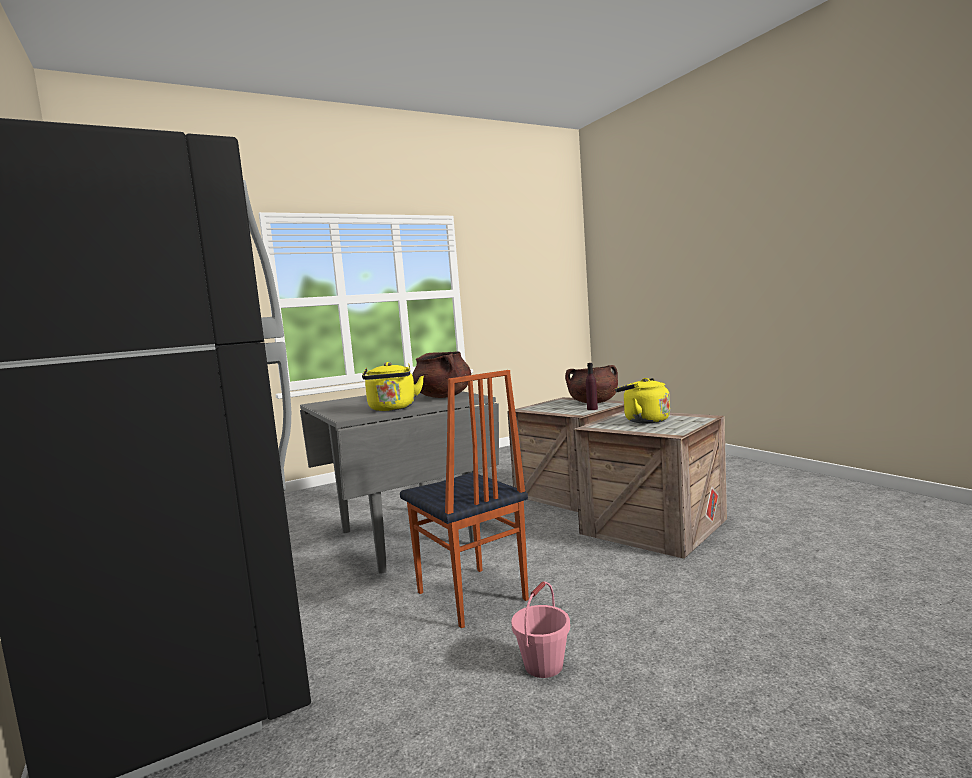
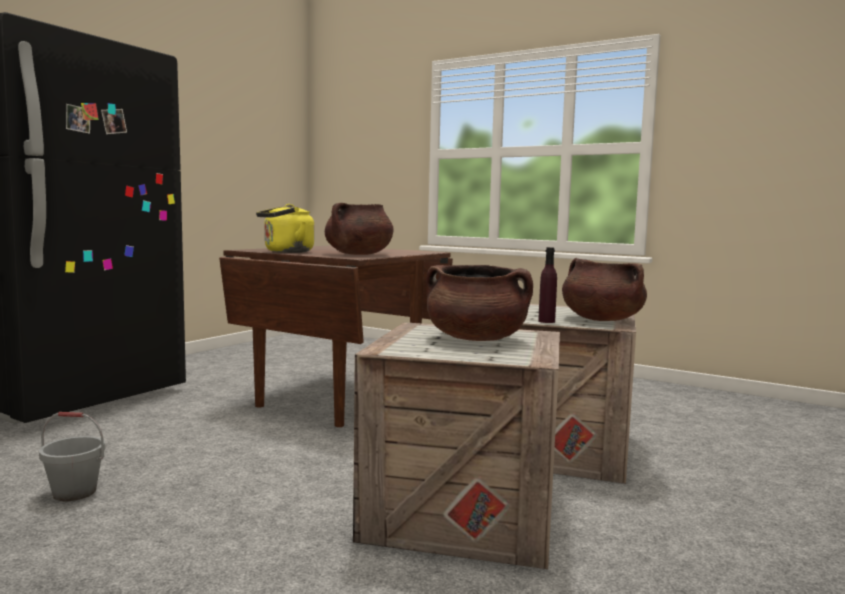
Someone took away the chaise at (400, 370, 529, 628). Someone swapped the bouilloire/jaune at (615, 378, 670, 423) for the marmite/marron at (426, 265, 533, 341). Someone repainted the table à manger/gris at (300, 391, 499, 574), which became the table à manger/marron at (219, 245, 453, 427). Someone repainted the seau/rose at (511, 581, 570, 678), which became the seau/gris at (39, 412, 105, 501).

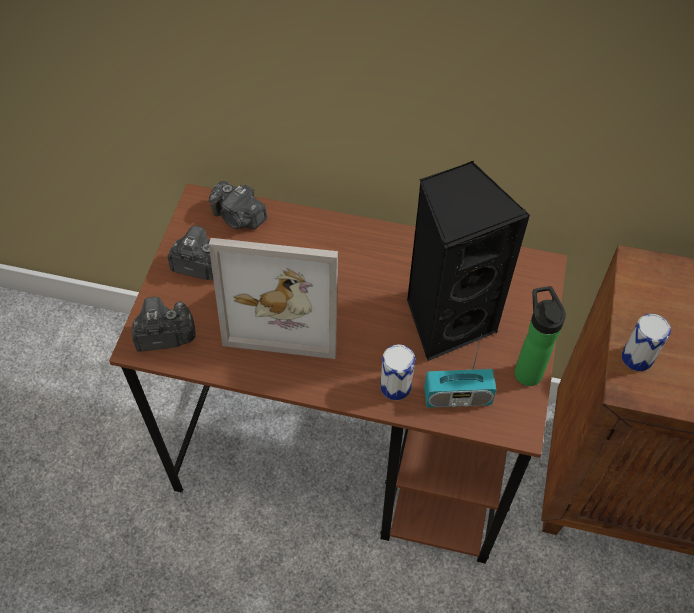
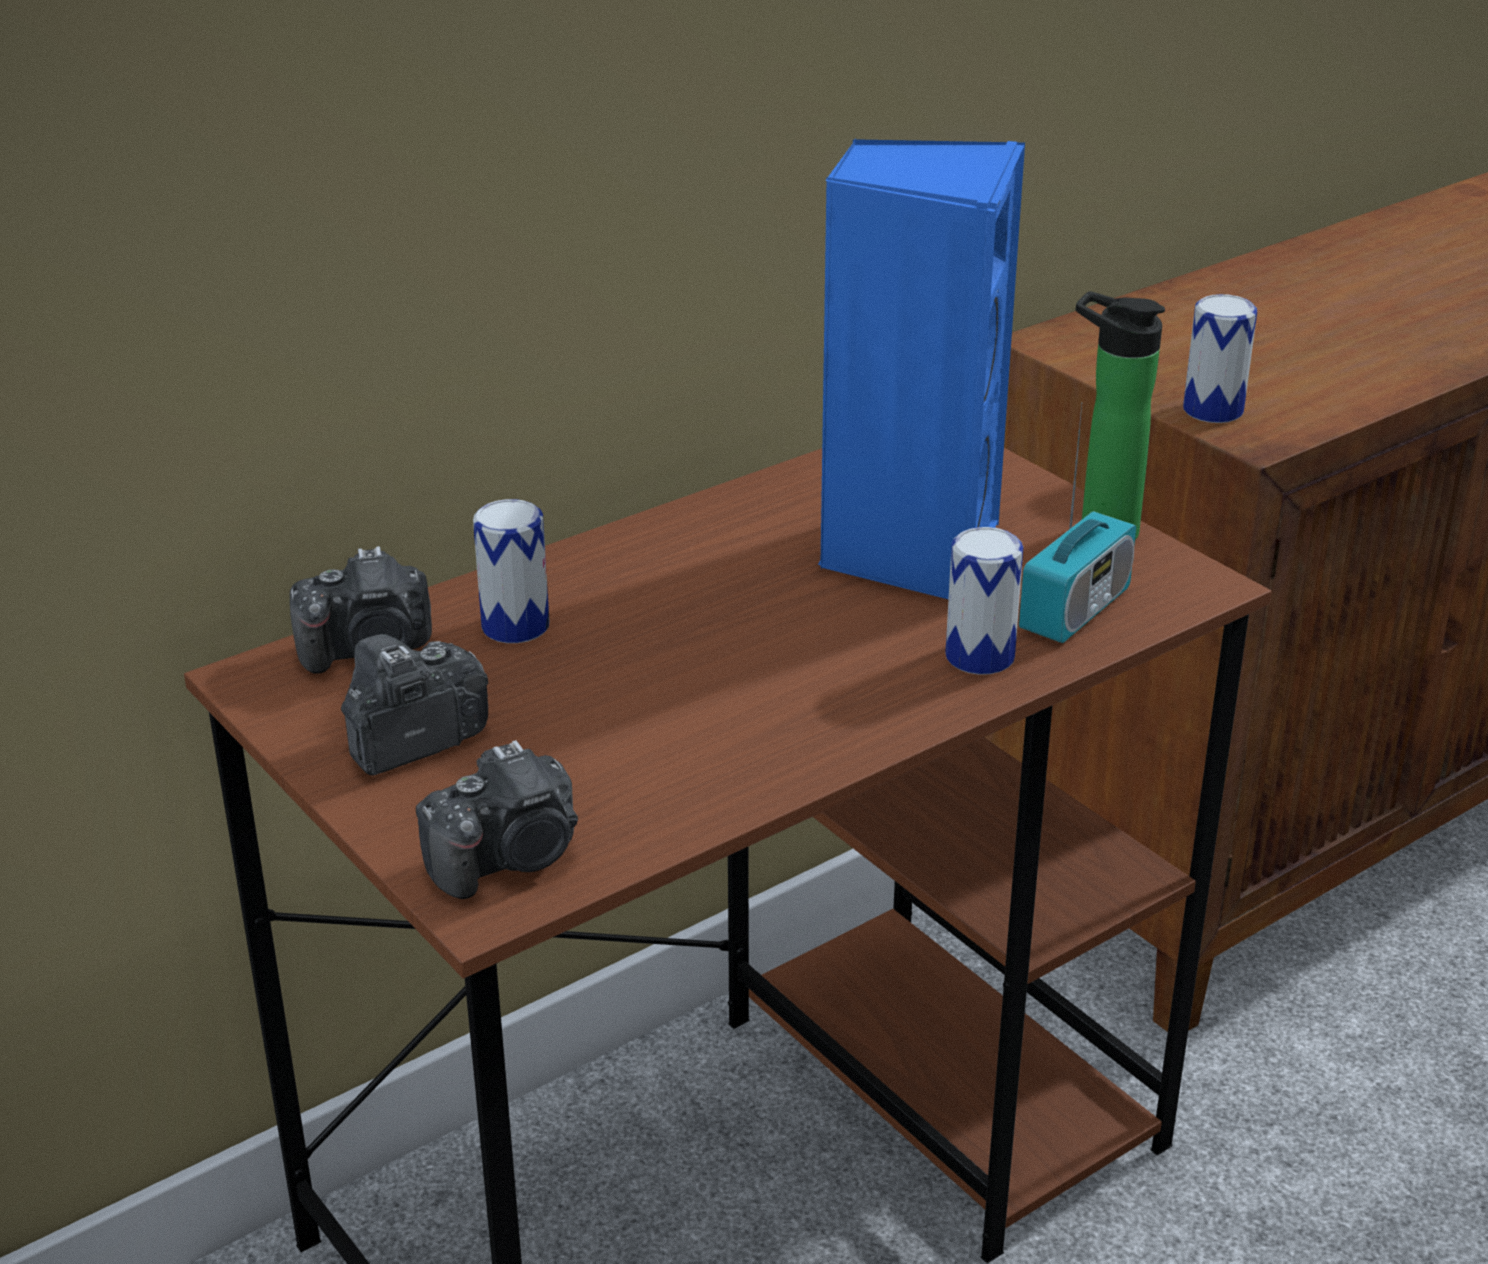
Someone repainted the enceinte/noir at (407, 161, 531, 361), which became the enceinte/bleu at (818, 138, 1025, 599). Someone took away the cadre photo at (209, 238, 338, 359). Someone rotated the appareil photo at (132, 297, 196, 352) by 150 degrees counterclockwise. Someone put down the boîte métallique at (473, 499, 550, 643).

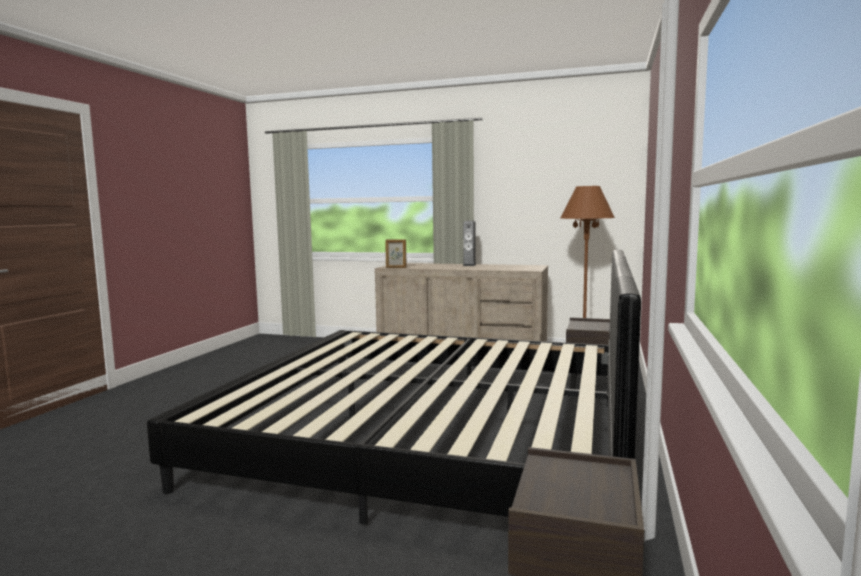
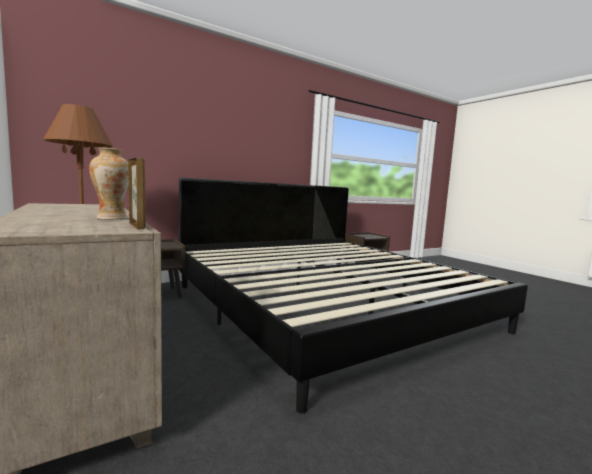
Someone took away the enceinte at (463, 221, 476, 266). Someone put down the vase at (89, 147, 129, 219).

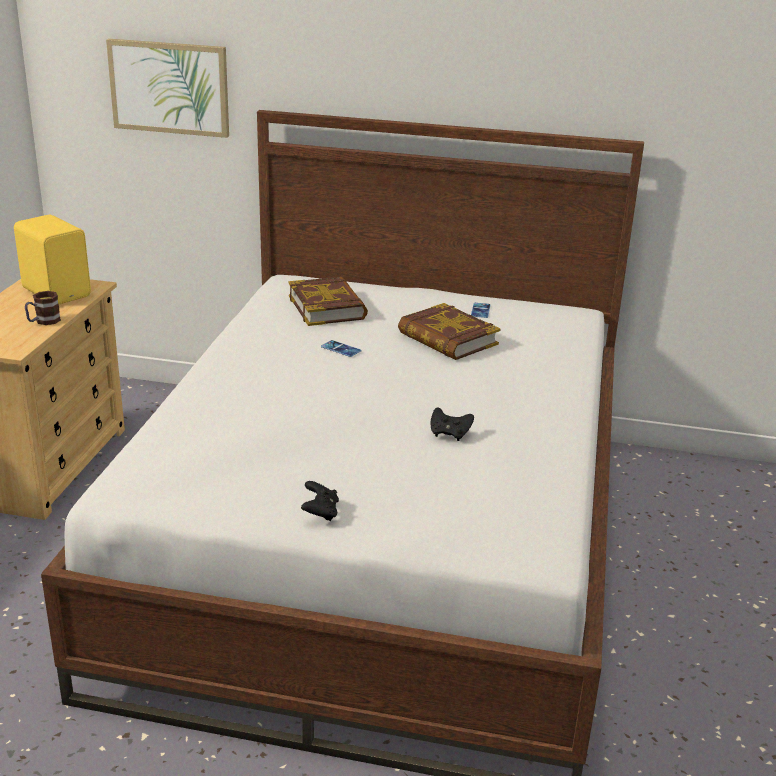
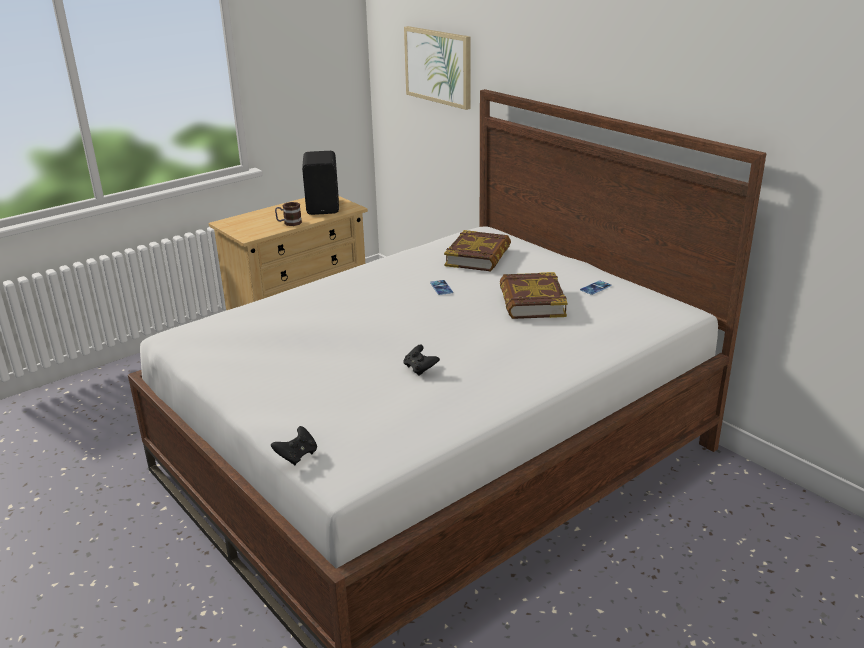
Someone repainted the enceinte/jaune at (14, 215, 91, 305), which became the enceinte/noir at (302, 151, 339, 215). Someone carried the manette/noir from (301, 481, 339, 521) to (271, 426, 317, 465).

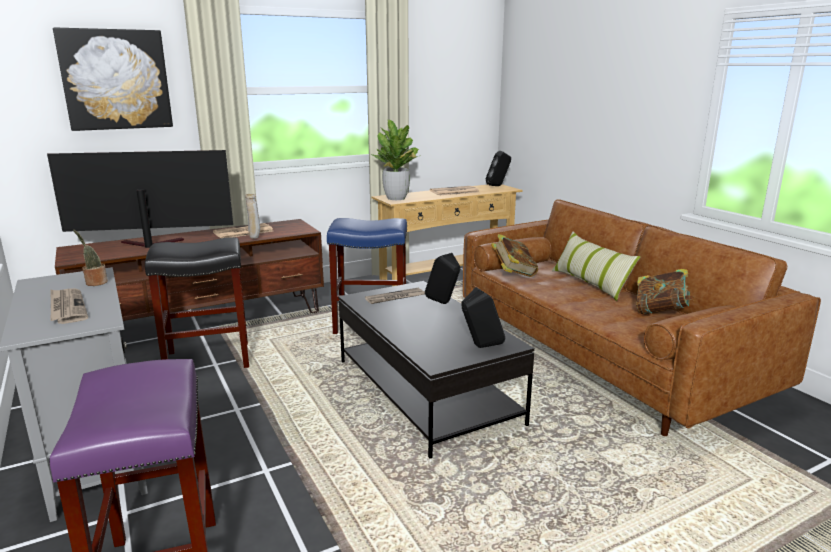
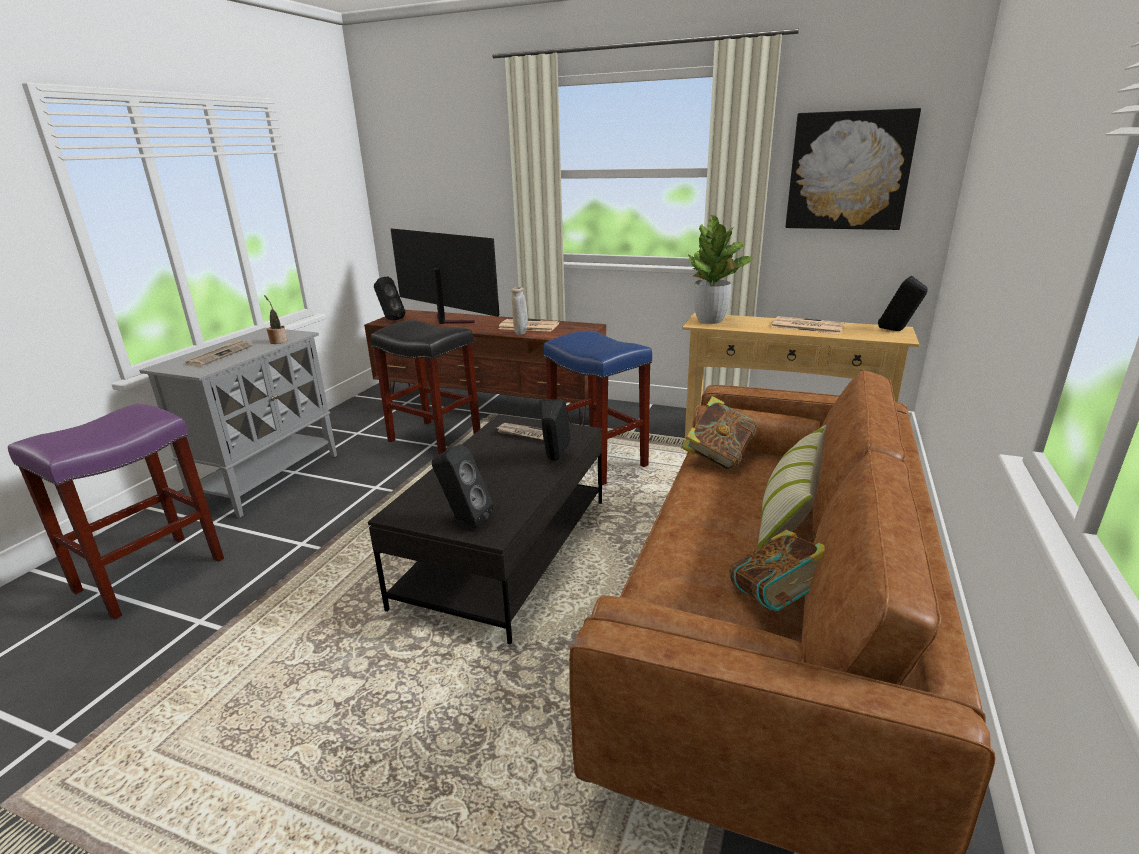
Someone carried the tableau from (53, 28, 173, 131) to (786, 108, 921, 230). Someone put down the enceinte/noir at (374, 277, 405, 320).

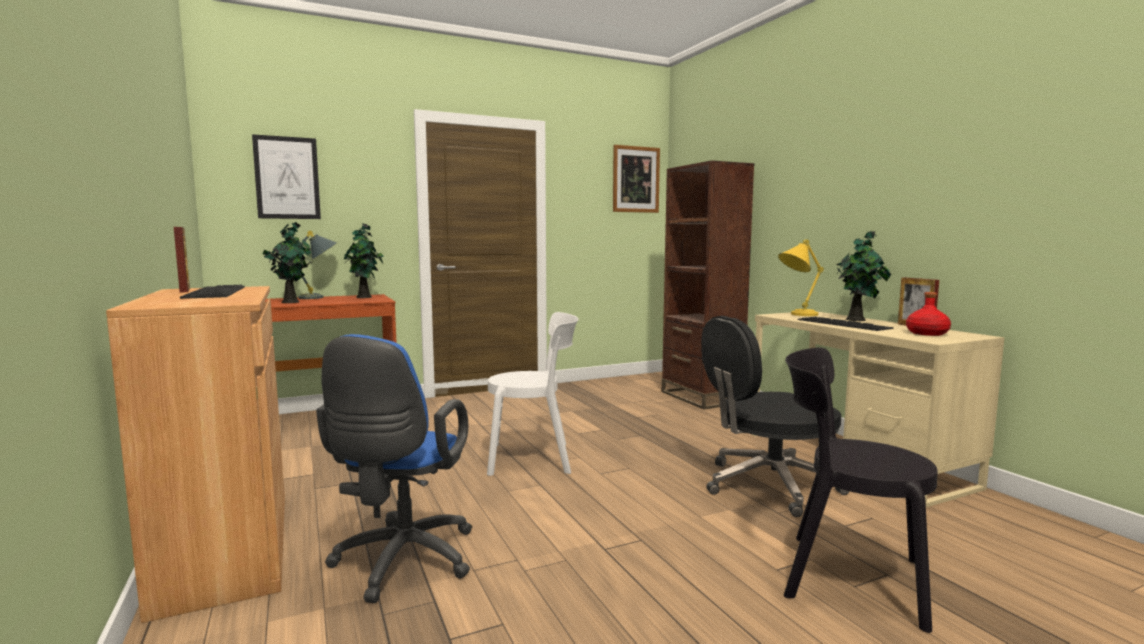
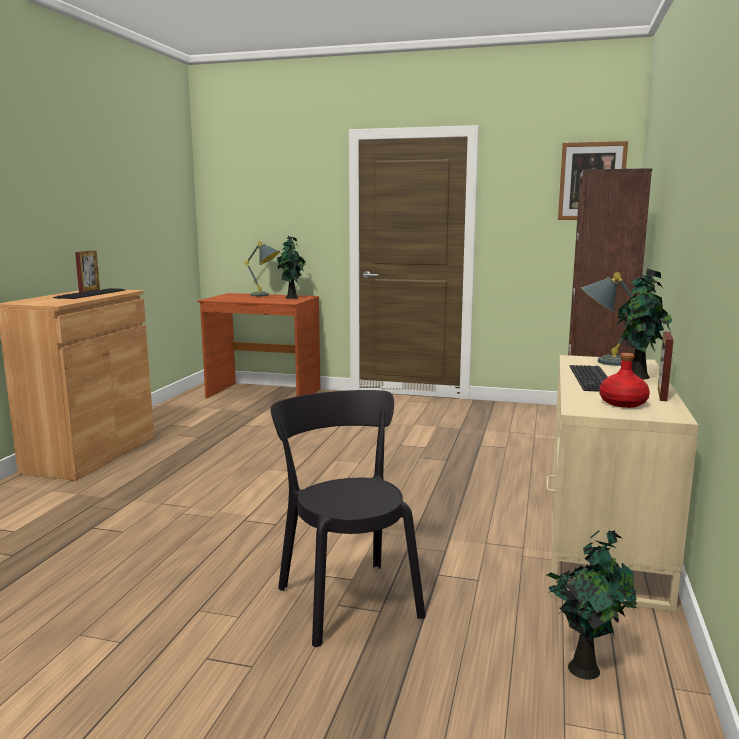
Someone took away the tableau at (252, 134, 321, 219). Someone carried the plante en pot from (262, 222, 313, 303) to (547, 530, 637, 680). Someone repainted the lampe de table/jaune at (778, 240, 824, 316), which became the lampe de table/gris at (581, 272, 633, 366). Someone took away the chaise/blanc at (487, 312, 579, 476). Someone took away the chaise de bureau/noir at (701, 316, 849, 517). Someone took away the chaise de bureau/bleu at (316, 334, 473, 603).

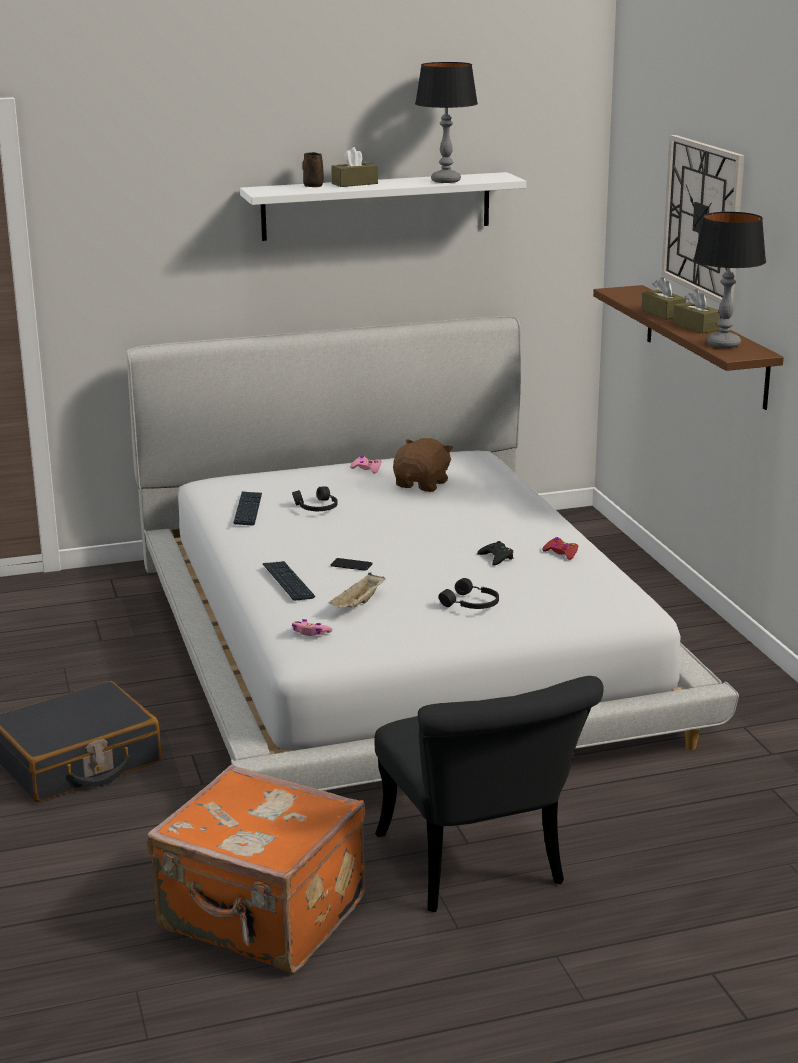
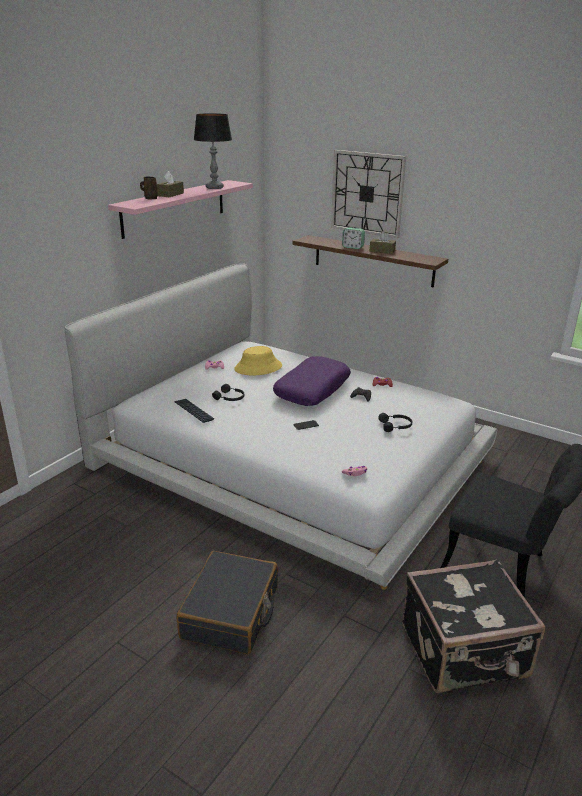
Someone repainted the étagère/blanc at (240, 172, 526, 241), which became the étagère/rose at (108, 180, 253, 239). Someone took away the lampe de table at (694, 212, 766, 348). Someone swapped the boîte à mouchoirs/marron at (641, 277, 686, 320) for the réveil at (342, 227, 365, 249). Someone swapped the peluche/marron at (393, 438, 453, 492) for the chapeau/jaune at (234, 346, 282, 376). Someone took away the clavier at (263, 561, 315, 601). Someone took away the plateau/beige at (329, 572, 386, 608). Someone repainted the valise/orange at (147, 765, 365, 973), which became the valise/noir at (403, 559, 545, 693). Someone put down the coussin/violet at (273, 356, 351, 406).

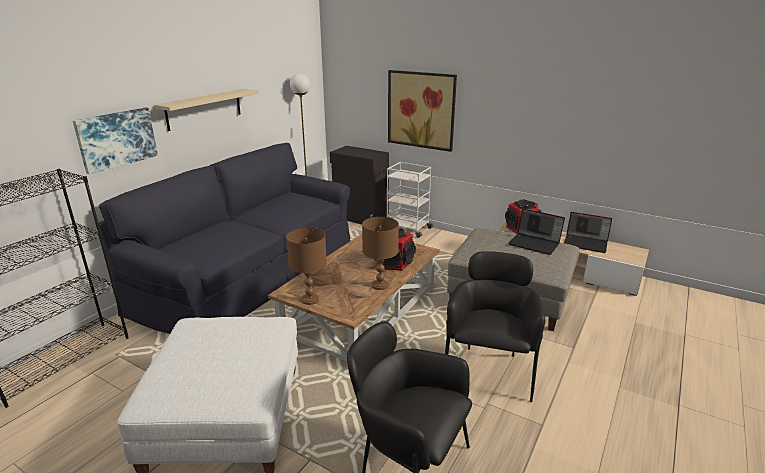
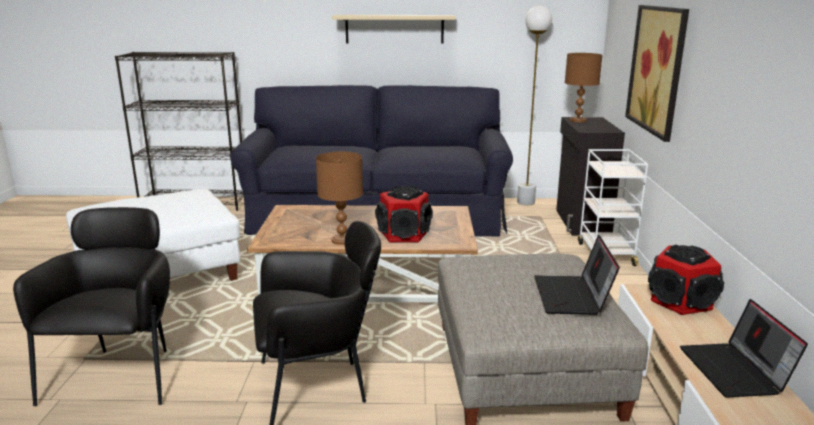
Someone took away the tableau at (73, 107, 158, 174). Someone carried the lampe de table/marron from (286, 228, 327, 305) to (565, 53, 602, 122).

